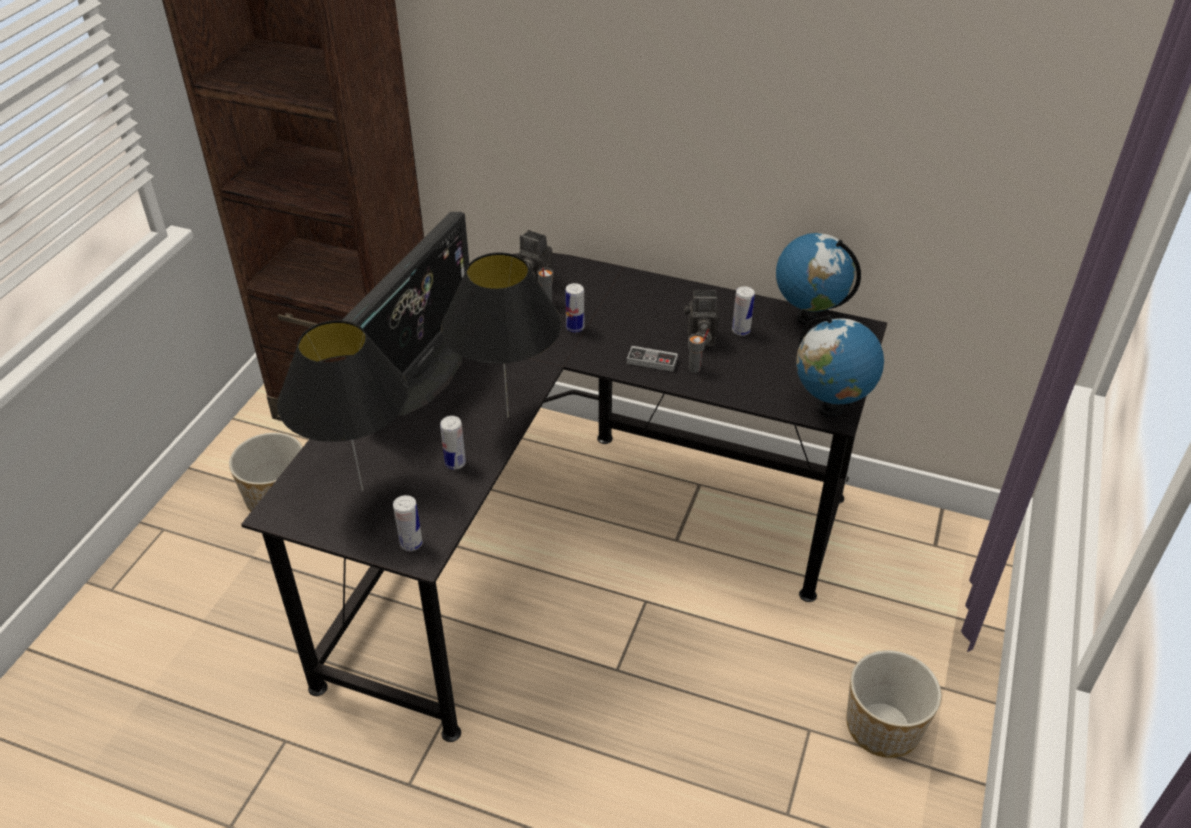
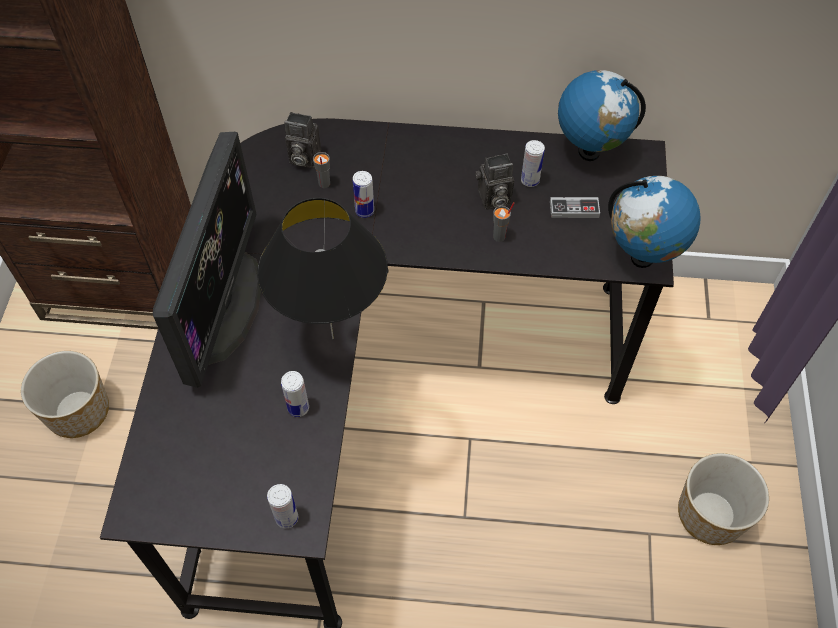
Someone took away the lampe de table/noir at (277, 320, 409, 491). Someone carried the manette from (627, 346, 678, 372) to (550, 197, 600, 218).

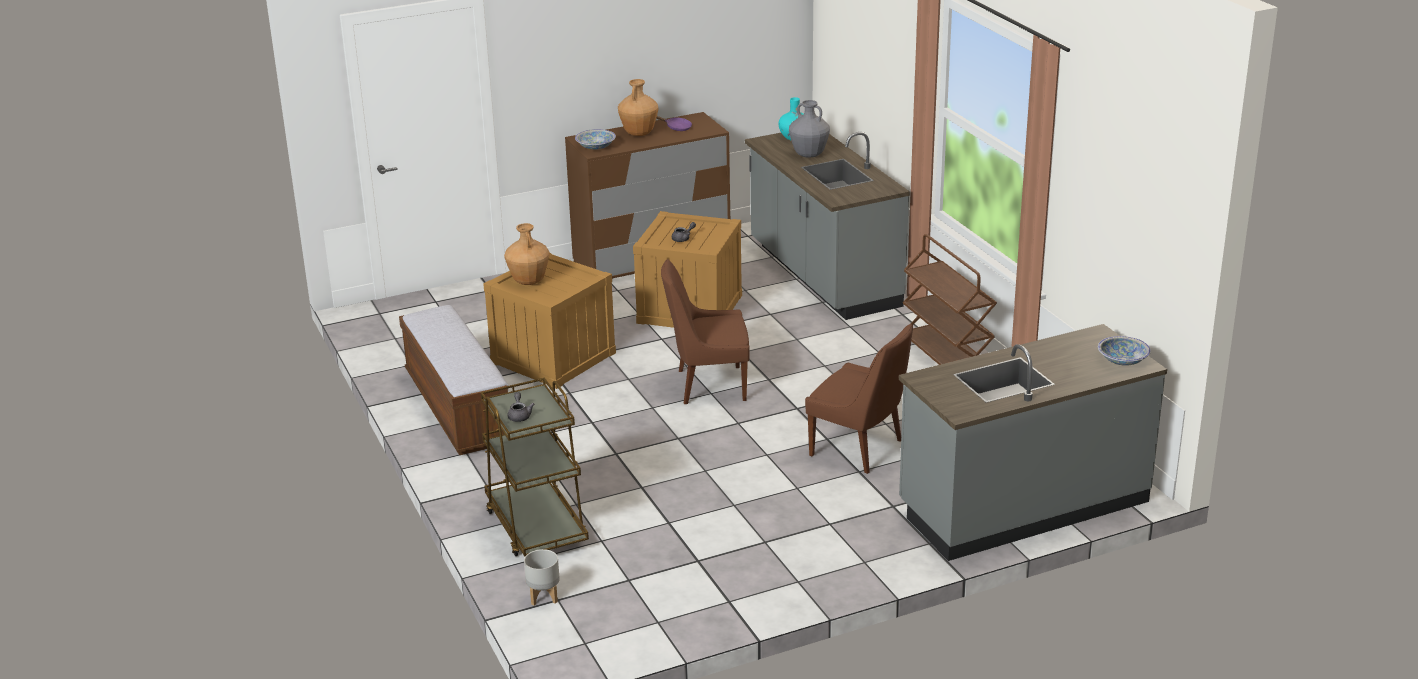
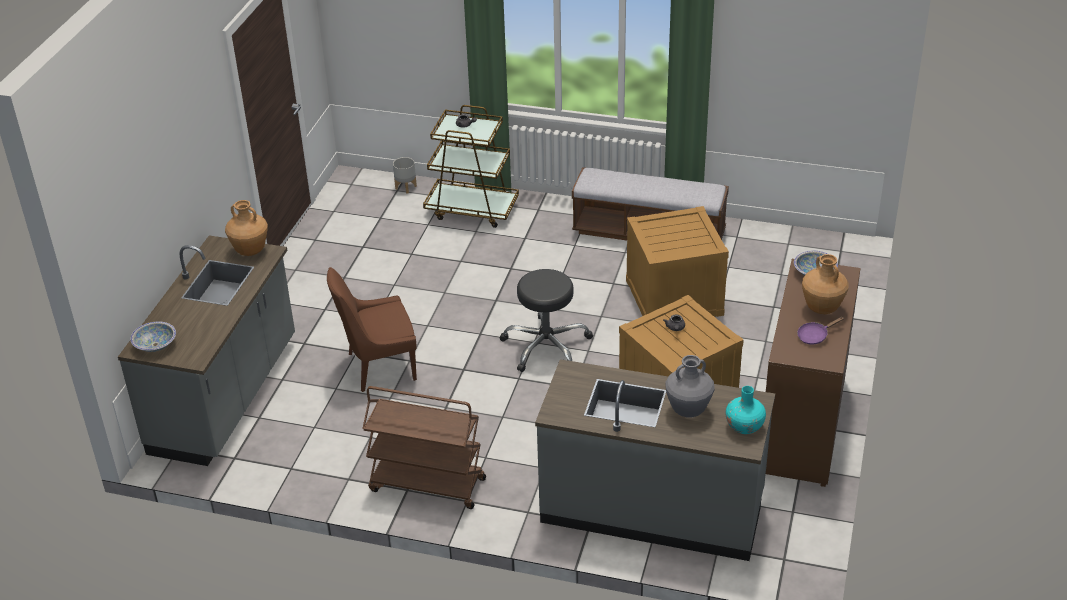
Someone carried the vase/marron from (504, 223, 550, 285) to (225, 200, 268, 256). Someone swapped the chaise/marron at (661, 259, 750, 404) for the tabouret/noir at (499, 269, 593, 372).

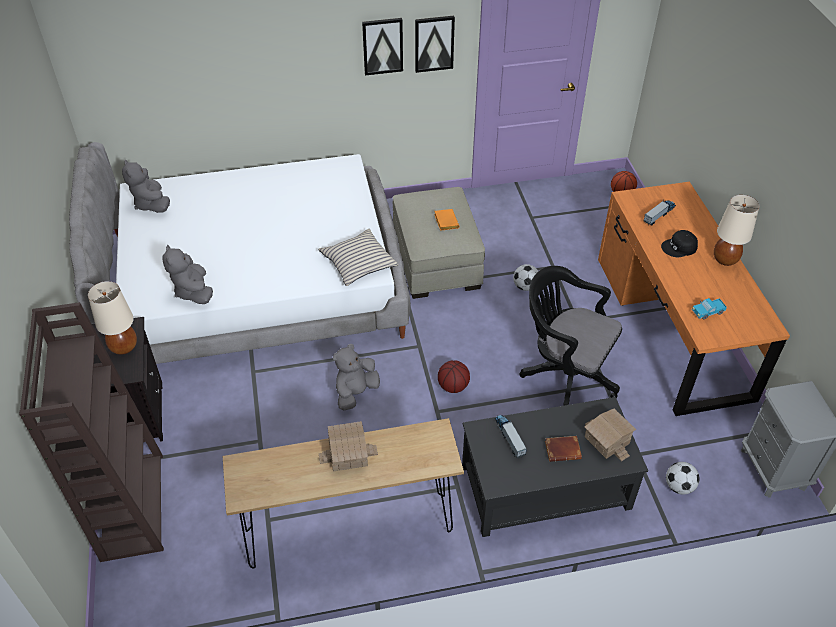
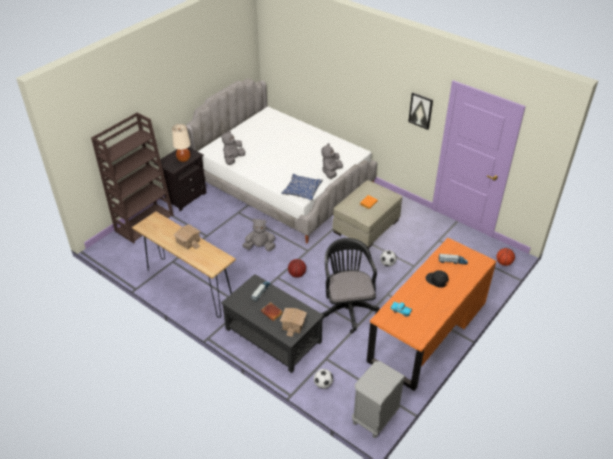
Someone took away the tableau at (362, 18, 403, 75). Someone carried the peluche/gris from (122, 159, 170, 213) to (321, 143, 343, 179). Someone took away the lampe de table/beige at (714, 195, 759, 266). Someone repainted the coussin/beige at (318, 229, 398, 286), which became the coussin/bleu at (281, 174, 323, 200).

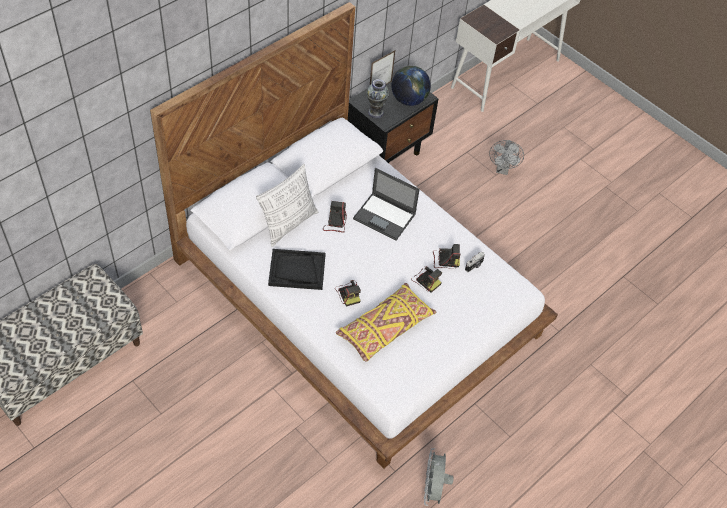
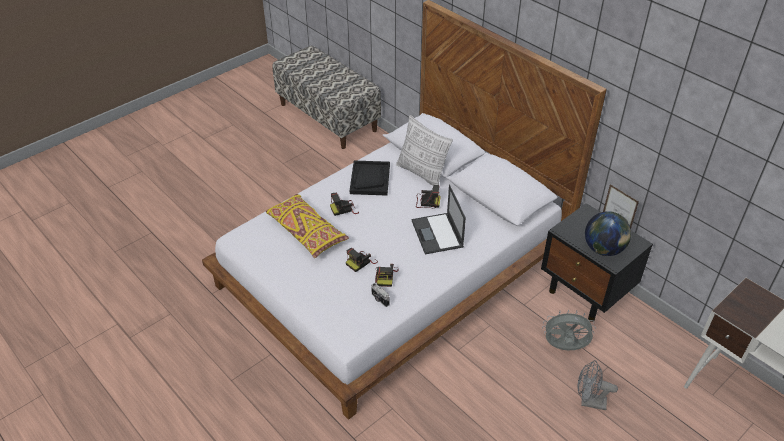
Someone took away the vase at (366, 79, 389, 119). Someone rotated the ordinateur portable at (353, 168, 420, 241) by 45 degrees counterclockwise. Someone carried the ventilateur/gris from (424, 448, 454, 506) to (542, 309, 596, 350).

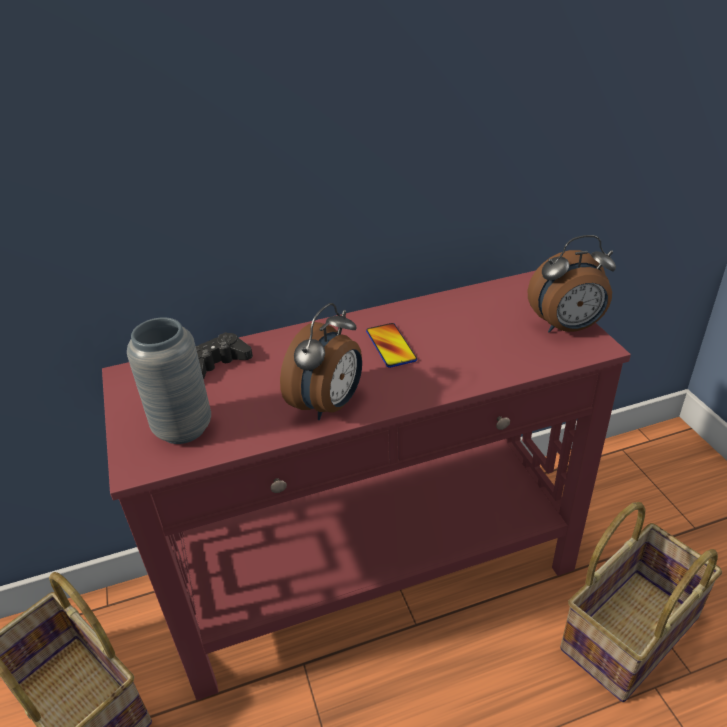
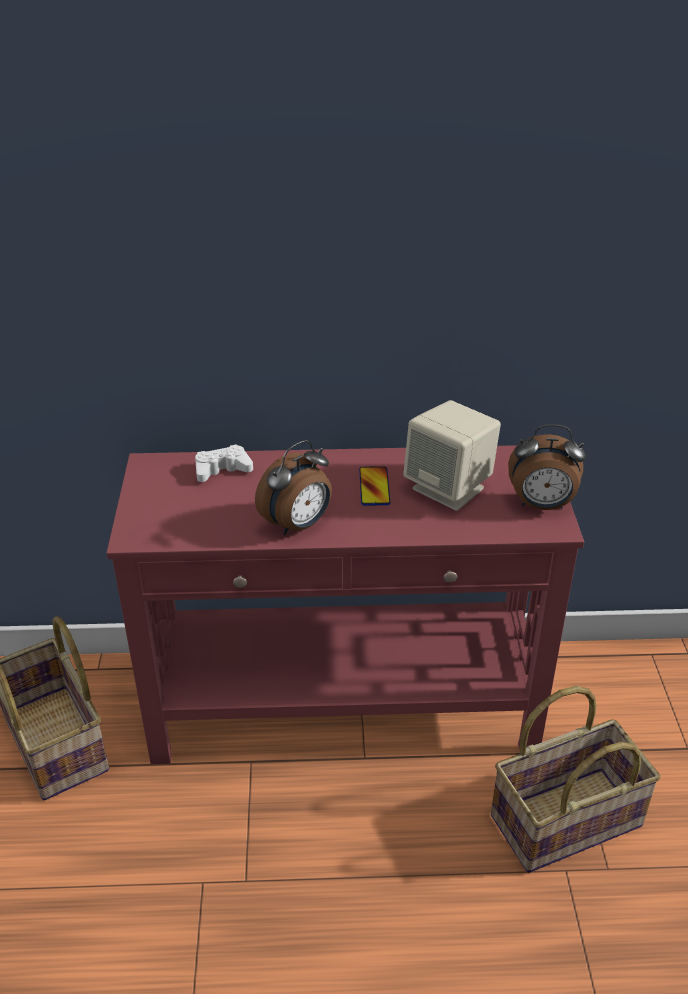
Someone took away the vase/gris at (127, 317, 211, 444). Someone repainted the manette/noir at (196, 332, 253, 380), which became the manette/blanc at (195, 444, 253, 482). Someone put down the enceinte/beige at (403, 400, 501, 511).

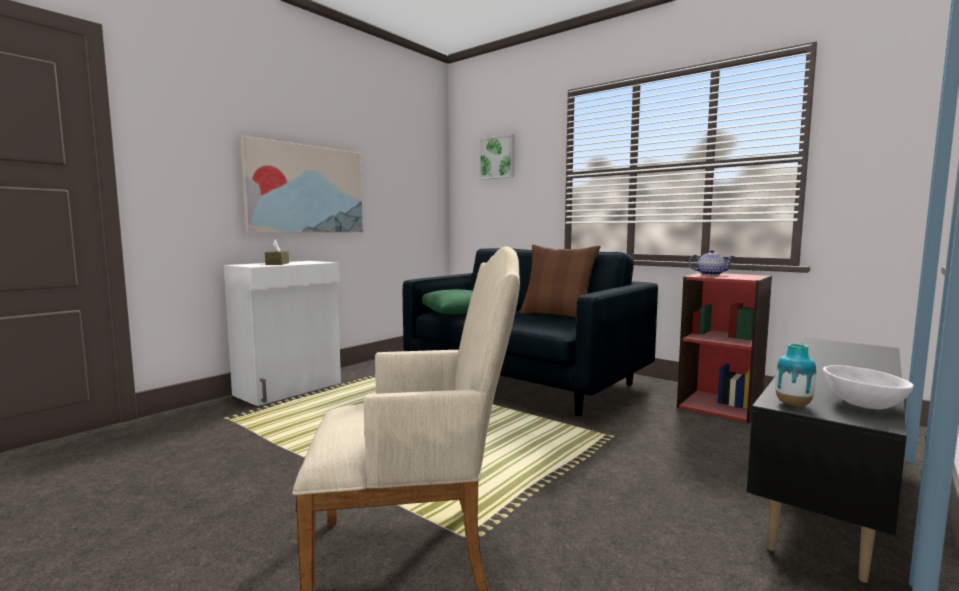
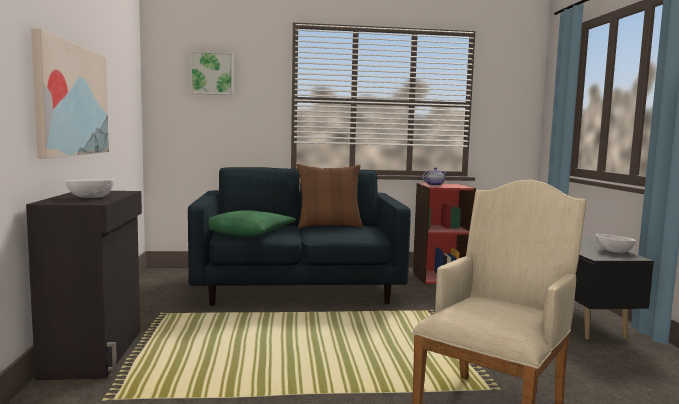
Someone swapped the boîte à mouchoirs/marron at (265, 240, 289, 265) for the bol/blanc at (65, 179, 114, 198). Someone repainted the meuble de rangement/blanc at (224, 261, 341, 406), which became the meuble de rangement/noir at (26, 191, 142, 380). Someone took away the vase at (776, 343, 816, 406).

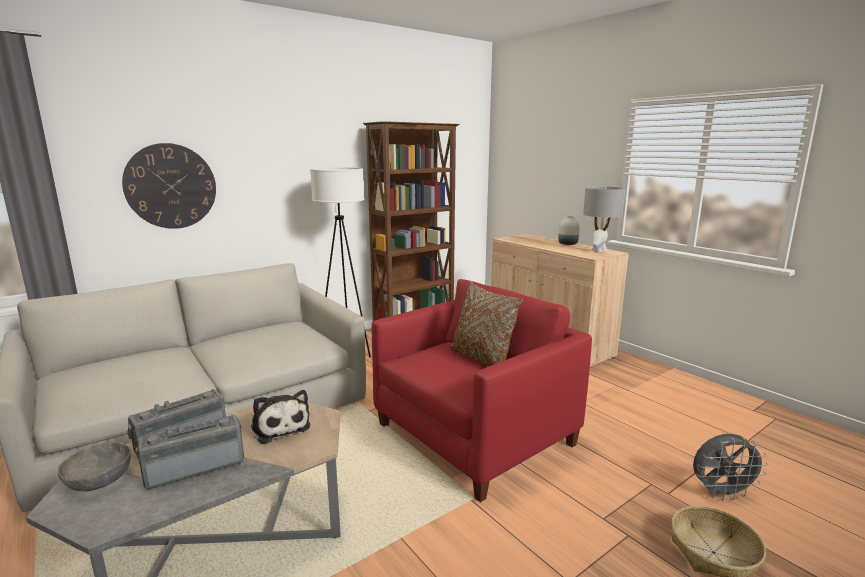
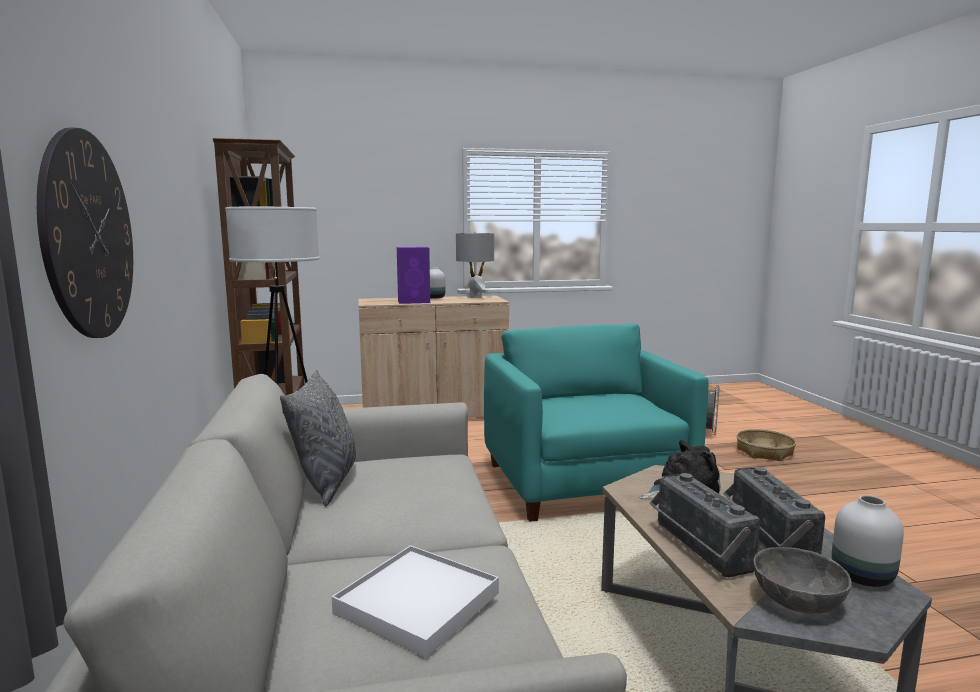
Someone repainted the fauteuil/rouge at (372, 279, 592, 502), which became the fauteuil/turquoise at (484, 323, 708, 522). Someone took away the coussin/marron at (450, 281, 523, 366). Someone put down the enceinte/violet at (397, 247, 430, 304). Someone put down the coussin/gris at (280, 370, 356, 506). Someone put down the vase/blanc at (832, 495, 904, 587). Someone put down the plateau/blanc at (332, 545, 499, 658).

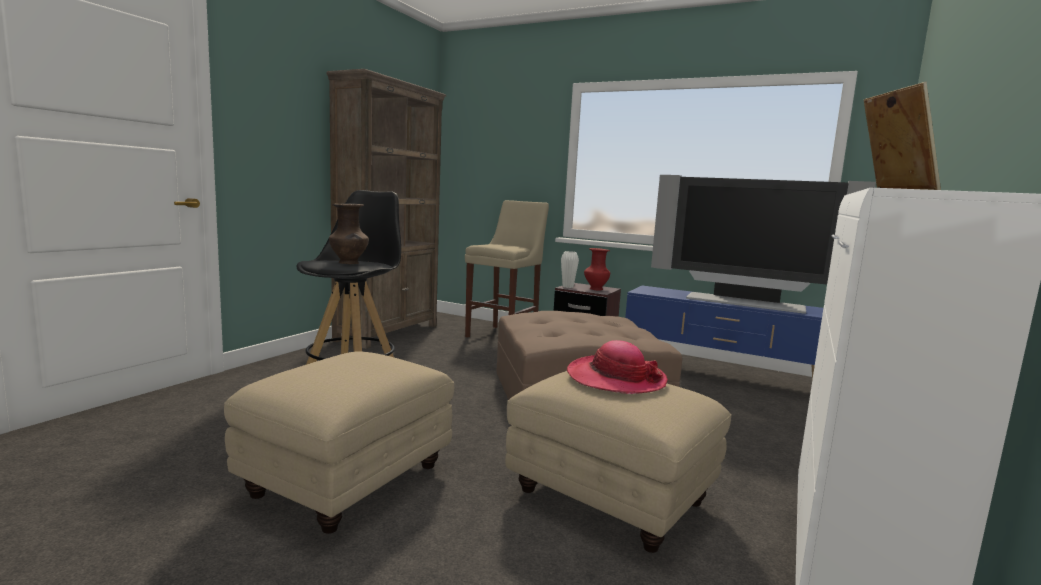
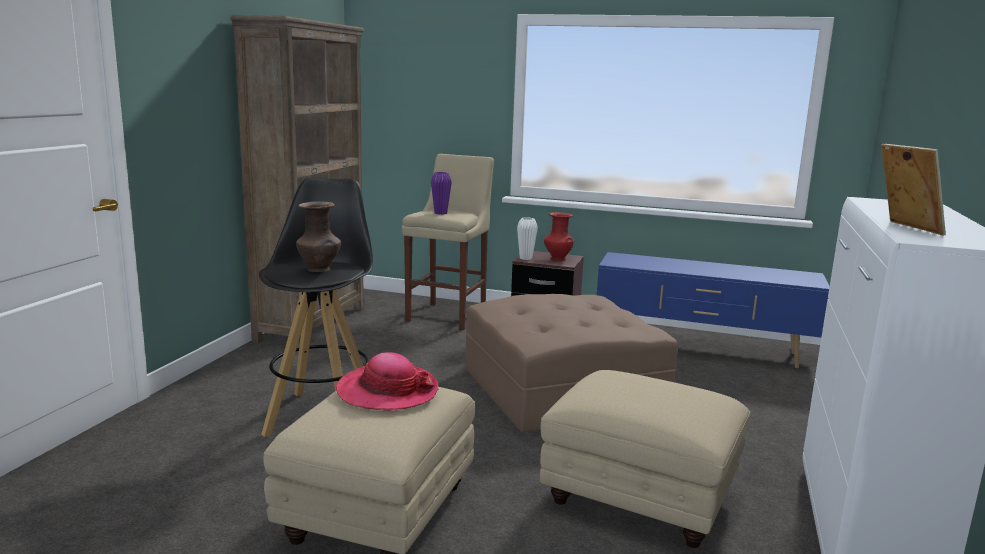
Someone took away the téléviseur at (651, 175, 876, 314). Someone carried the chapeau from (567, 340, 668, 394) to (336, 352, 438, 411). Someone put down the vase/violet at (431, 172, 452, 215).

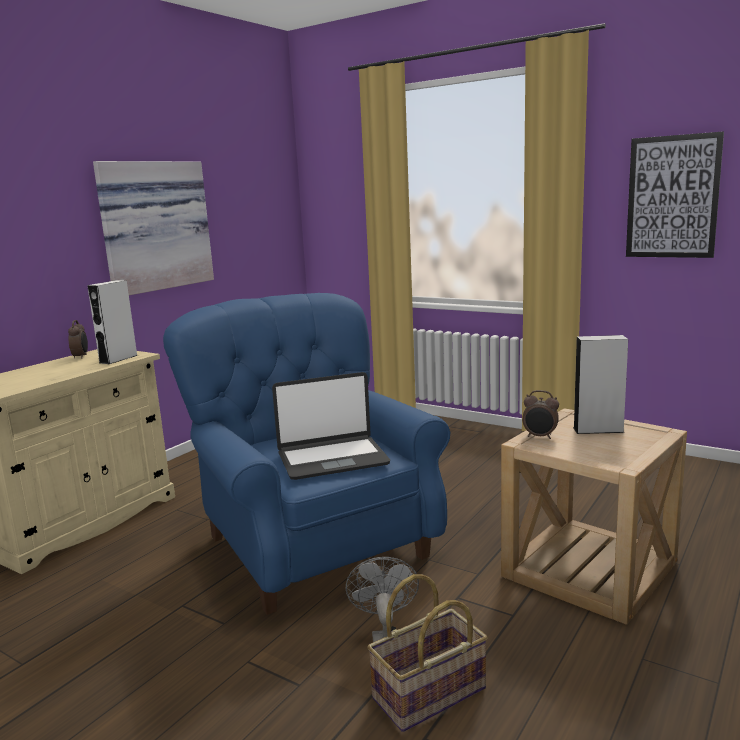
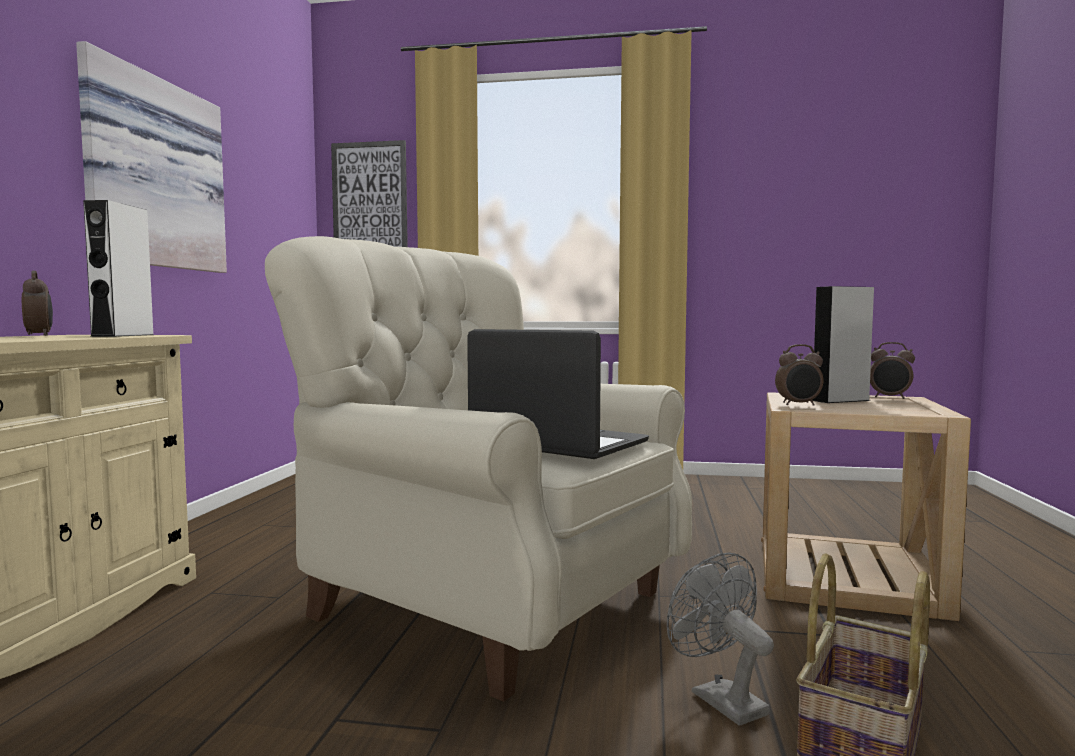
Someone carried the tableau from (626, 131, 724, 258) to (331, 140, 408, 247). Someone repainted the fauteuil/bleu at (163, 293, 450, 615), which became the fauteuil/beige at (265, 236, 692, 702). Someone rotated the ordinateur portable at (272, 372, 390, 480) by 105 degrees counterclockwise. Someone put down the réveil at (870, 342, 915, 399).

